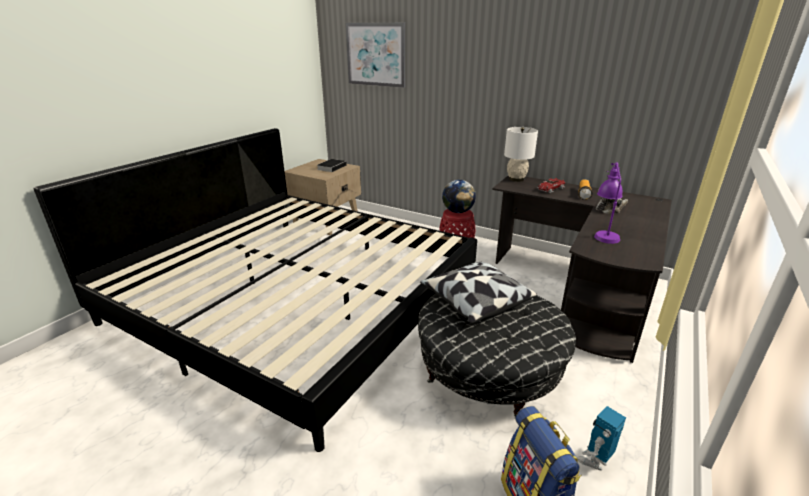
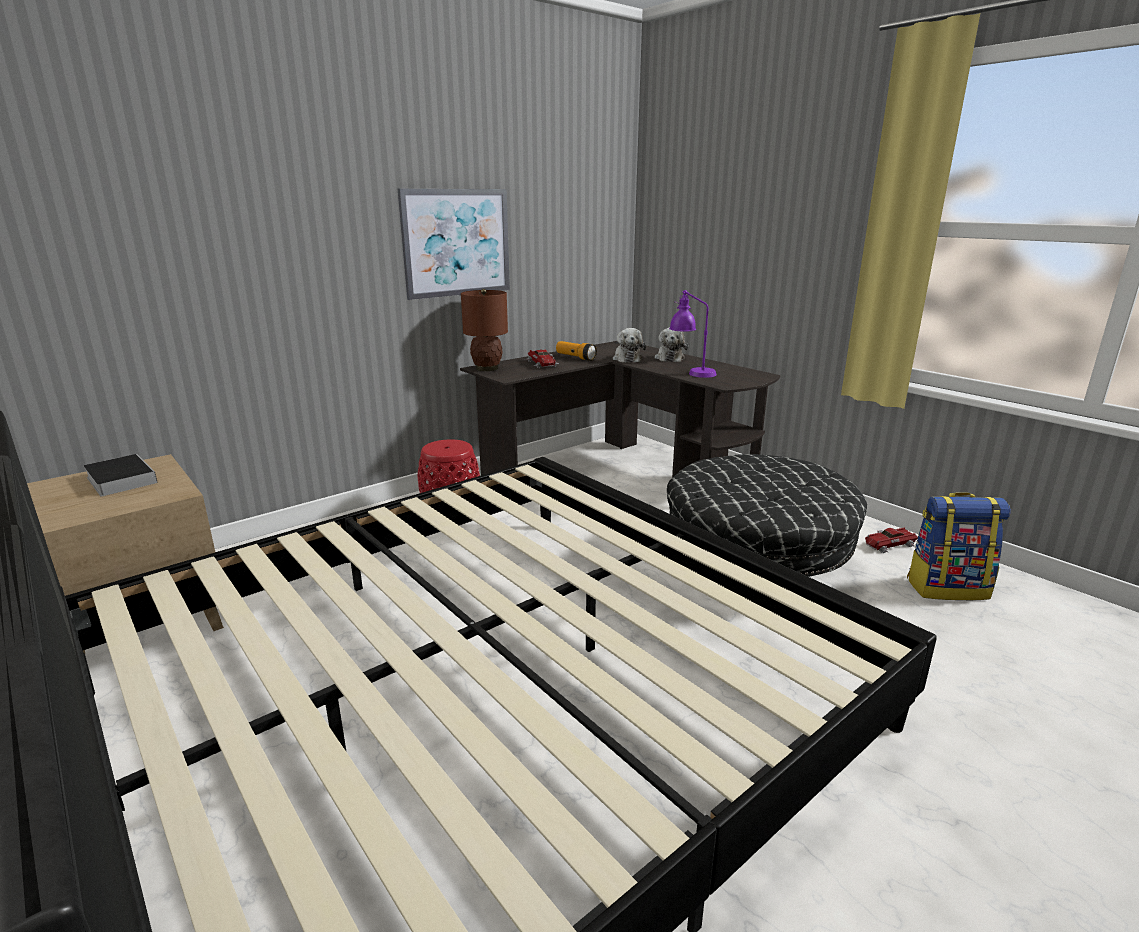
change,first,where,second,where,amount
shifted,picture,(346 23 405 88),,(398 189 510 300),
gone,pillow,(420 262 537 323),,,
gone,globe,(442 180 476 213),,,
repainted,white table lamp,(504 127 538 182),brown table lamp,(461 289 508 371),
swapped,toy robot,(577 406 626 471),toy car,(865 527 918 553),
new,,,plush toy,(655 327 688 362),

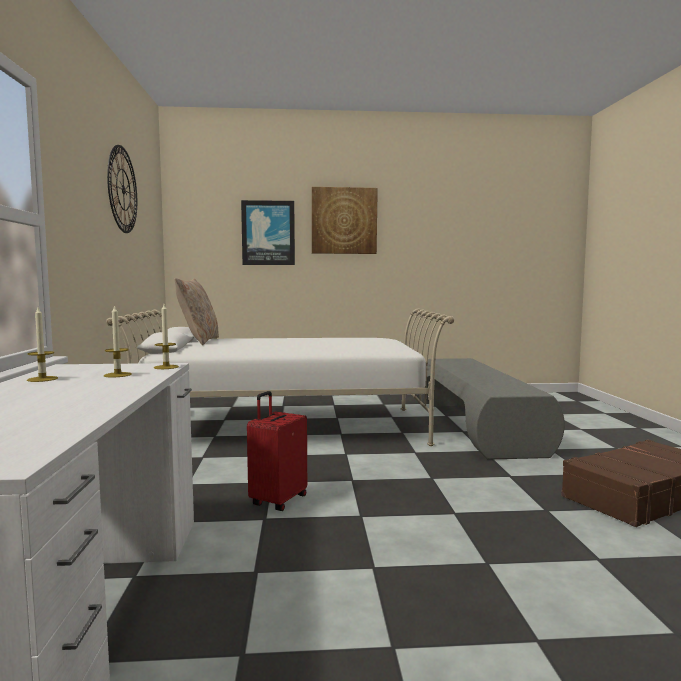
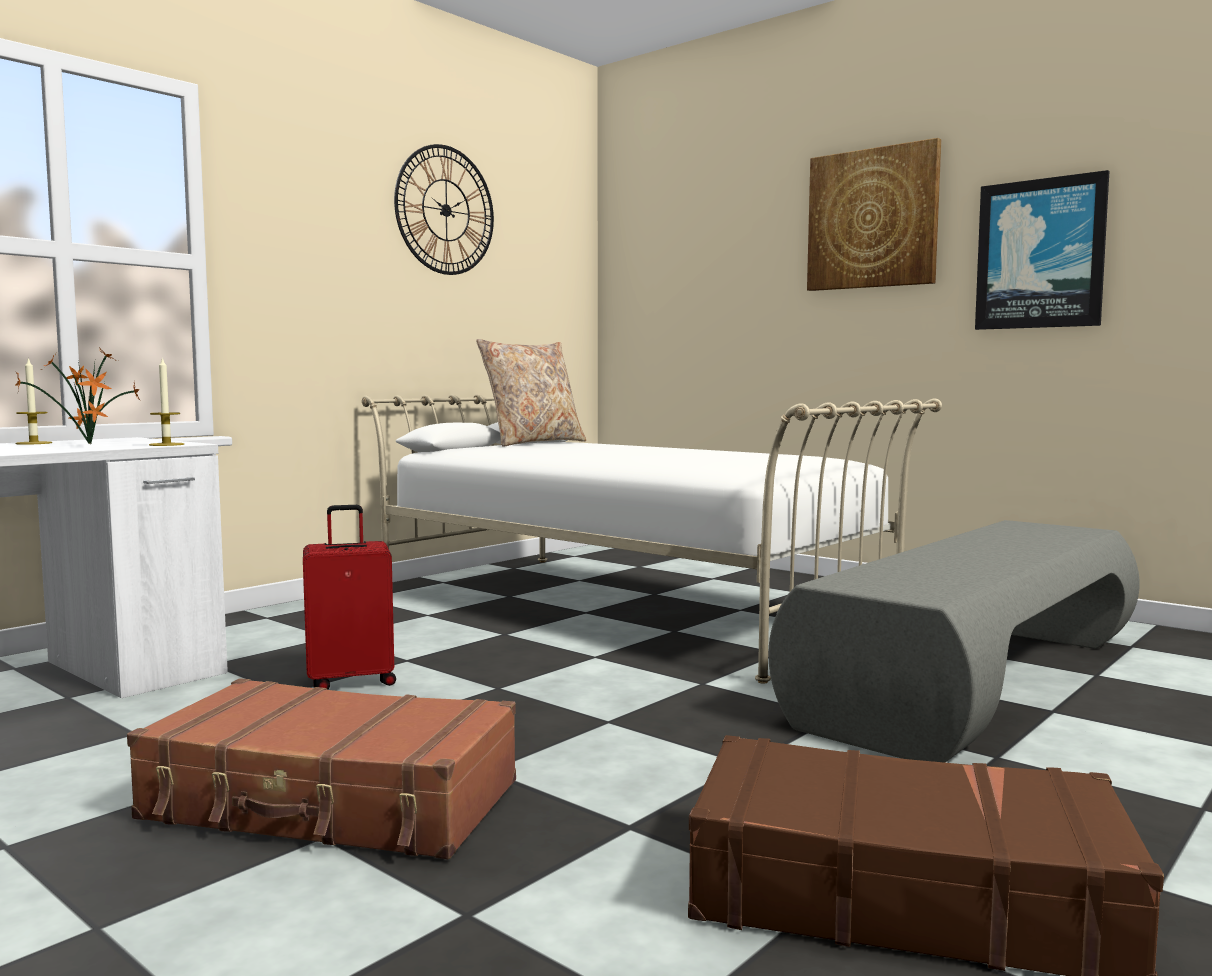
change,first,where,second,where,amount
swapped,candle,(104 305 132 378),potted plant,(15 347 141 444),
shifted,picture,(241 200 295 265),,(975 170 1109 330),
new,,,brown suitcase,(127 678 516 859),

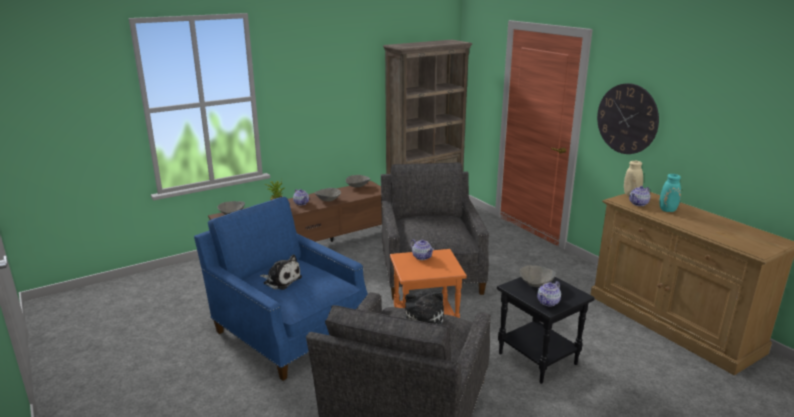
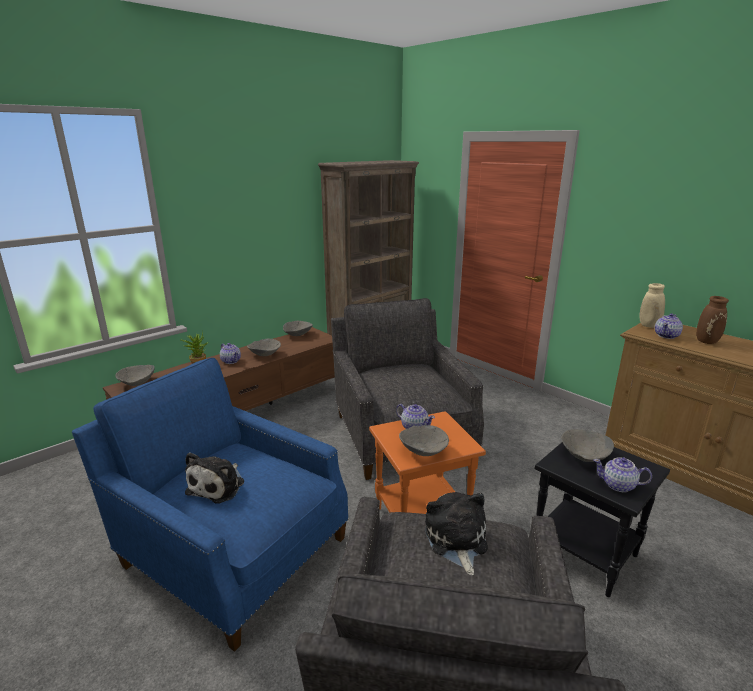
change,first,where,second,where,amount
rotated,plush toy,(260 254 302 290),,(185 453 244 503),90 degrees clockwise
rotated,teapot,(537 281 561 306),,(593 457 652 492),75 degrees clockwise
gone,wall clock,(597 83 659 154),,,
repainted,turquoise vase,(659 174 681 212),brown vase,(696 296 729 344),
new,,,grey bowl,(399 425 449 456),

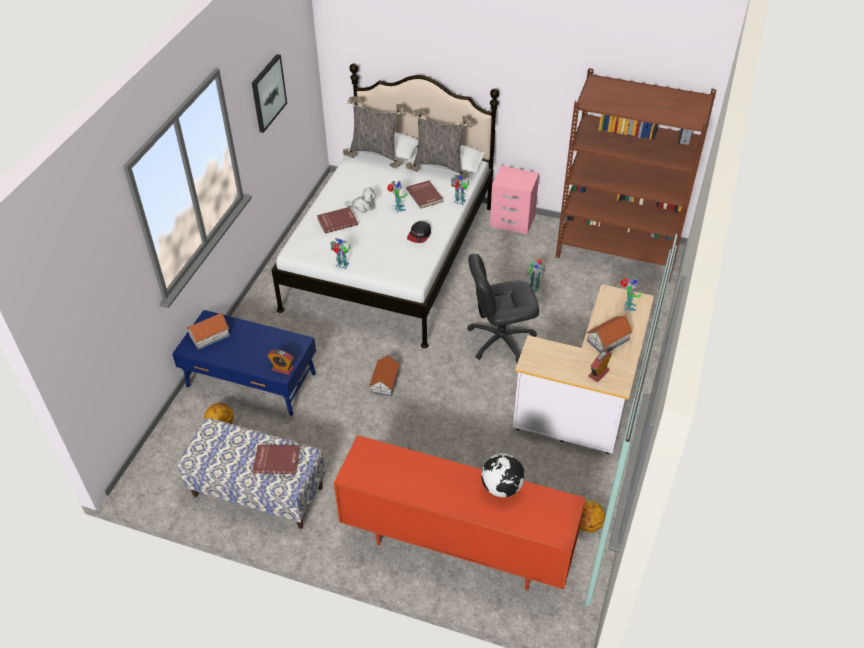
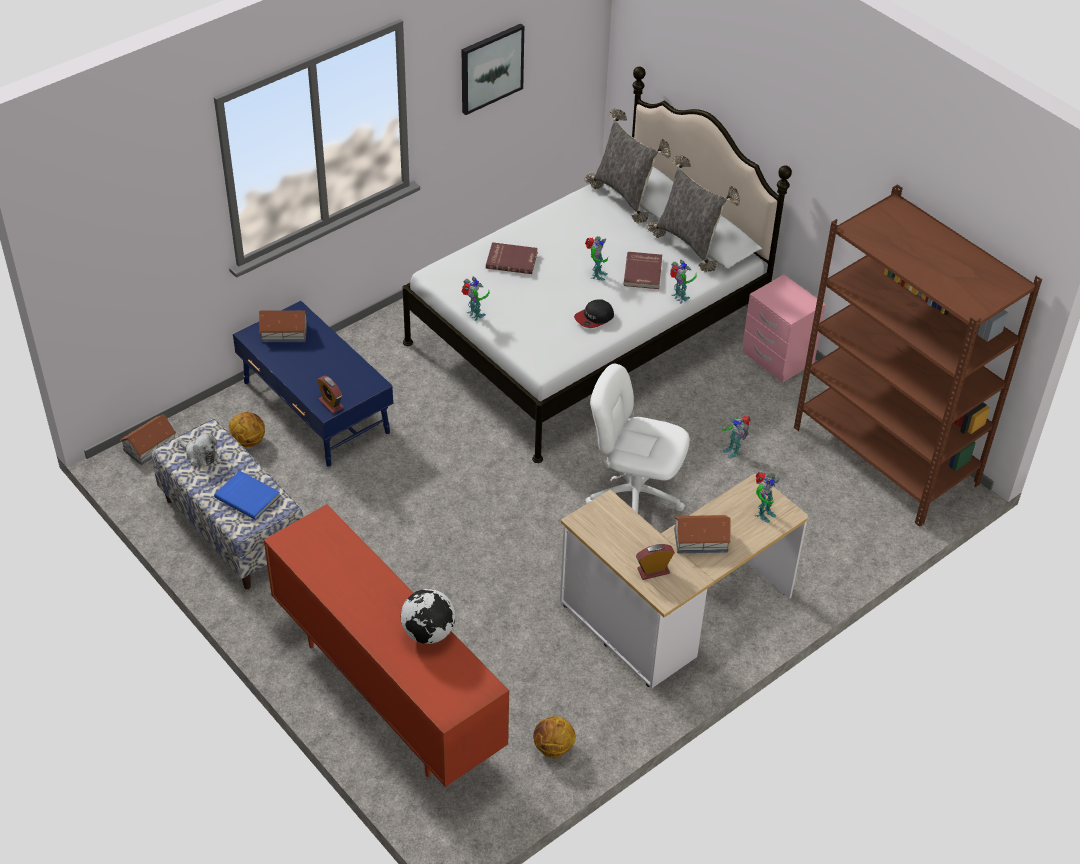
change,first,where,second,where,amount
repainted,red book,(253 445 300 474),blue book,(214 471 280 520),
shifted,plush toy,(345 188 376 213),,(179 433 219 466),
shifted,toy house,(369 355 400 397),,(120 414 176 465),
repainted,black office chair,(467 254 539 363),white office chair,(585 364 690 513),

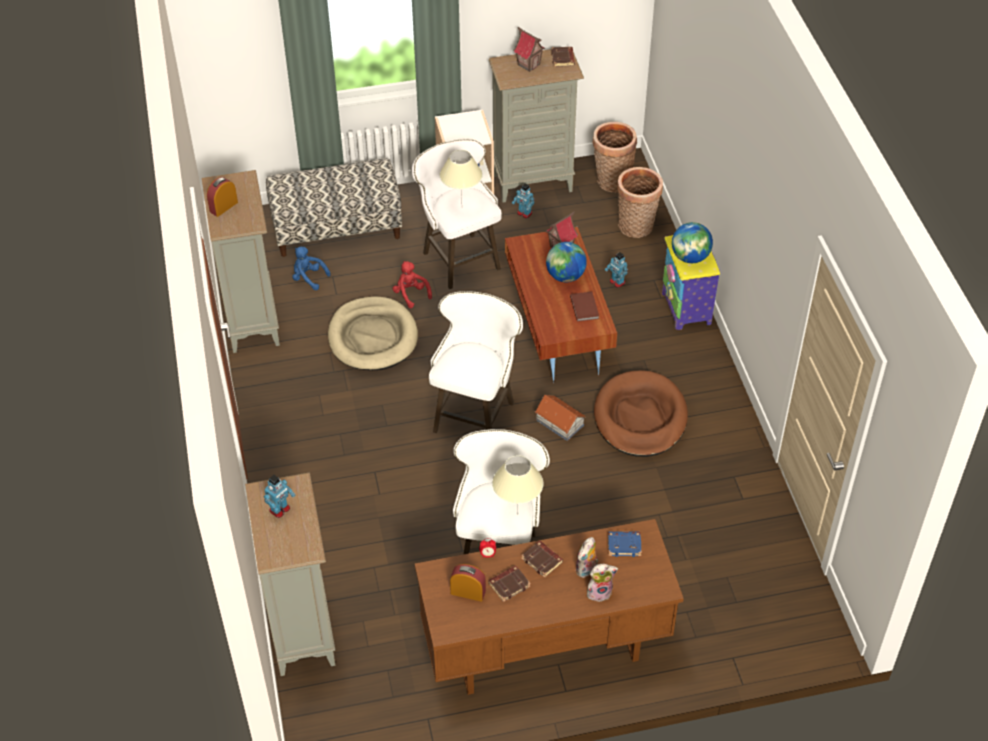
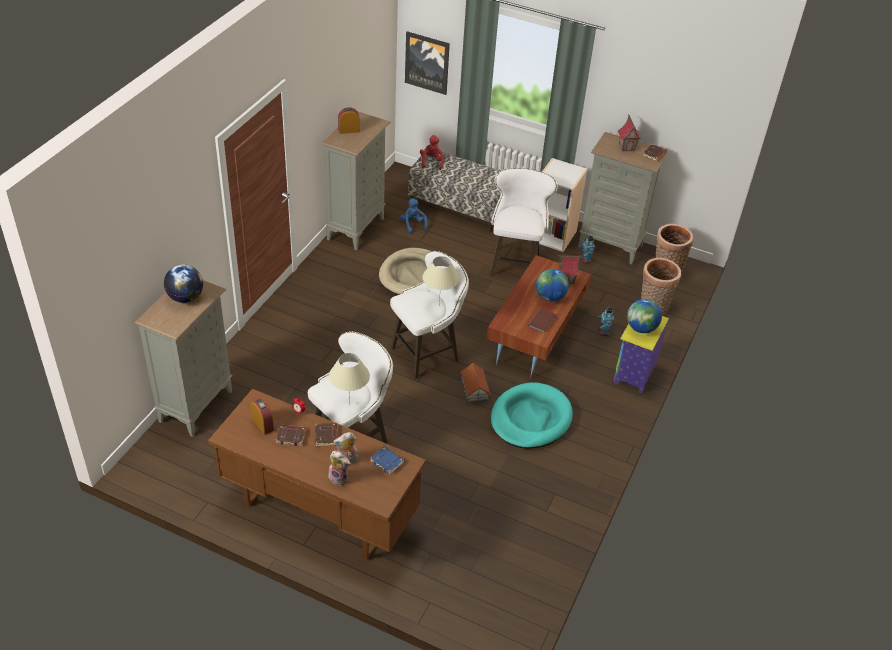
change,first,where,second,where,amount
swapped,toy robot,(264 475 295 518),globe,(164 265 203 303),
shifted,red plush toy,(393 261 432 308),,(420 135 444 170),
shifted,beige table lamp,(440 150 483 200),,(422 256 459 304),
repainted,brown dog bed,(594 370 688 457),turquoise dog bed,(491 382 573 449),
new,,,picture,(405 31 450 95),

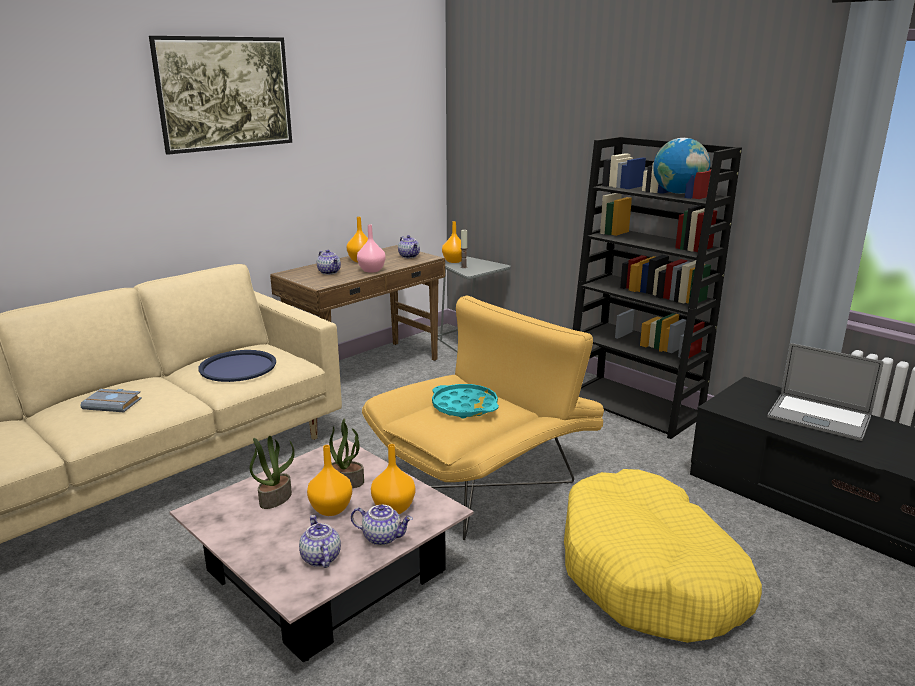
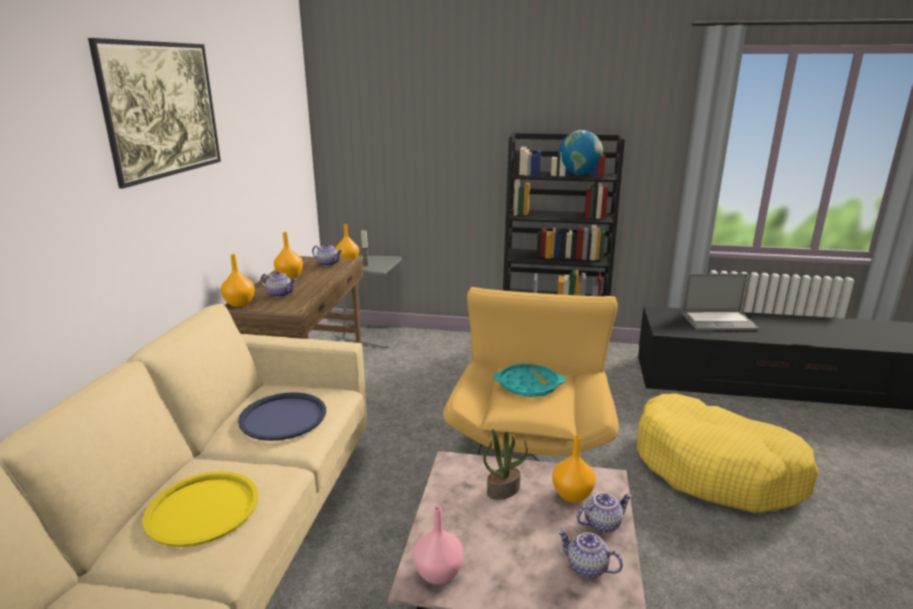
change,first,where,second,where,amount
swapped,grey book,(80 389 142 412),yellow tray,(143 471 258 547),
gone,potted plant,(250 436 295 509),,,
shifted,orange vase,(307 445 352 516),,(221 254 255 307),
shifted,pink vase,(357 225 385 273),,(413 506 464 585),

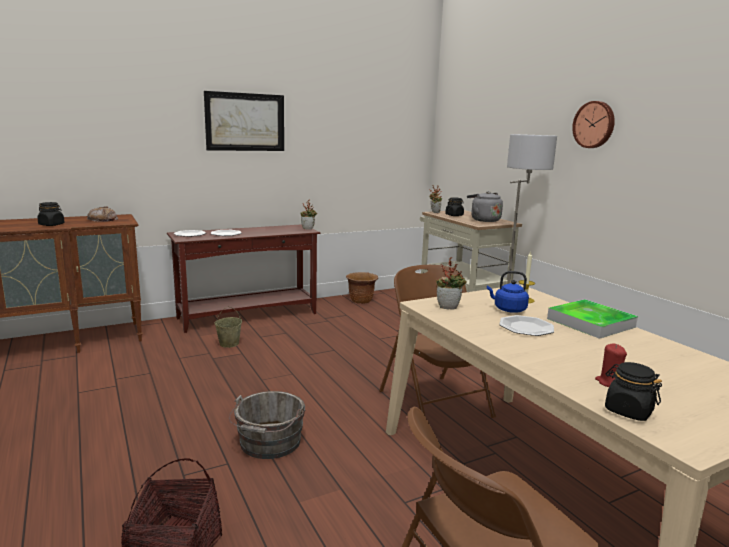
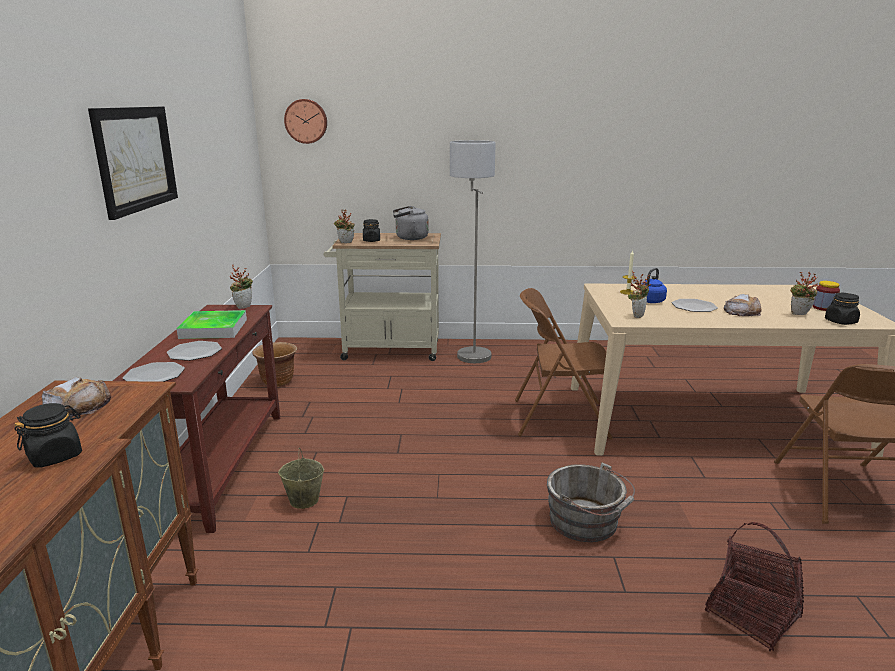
change,first,where,second,where,amount
shifted,tray,(547 299 638 339),,(177 310 247 339),
shifted,wall clock,(572 101 615 148),,(284 99 327 144),
swapped,red candle,(595 344 627 387),potted plant,(790 272 818 315),
new,,,bread,(724 294 762 316),
new,,,jar,(813 281 840 311),

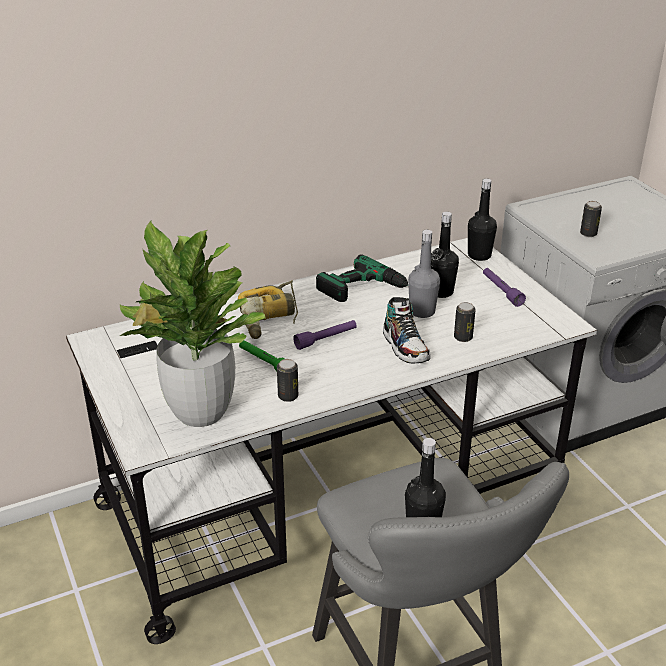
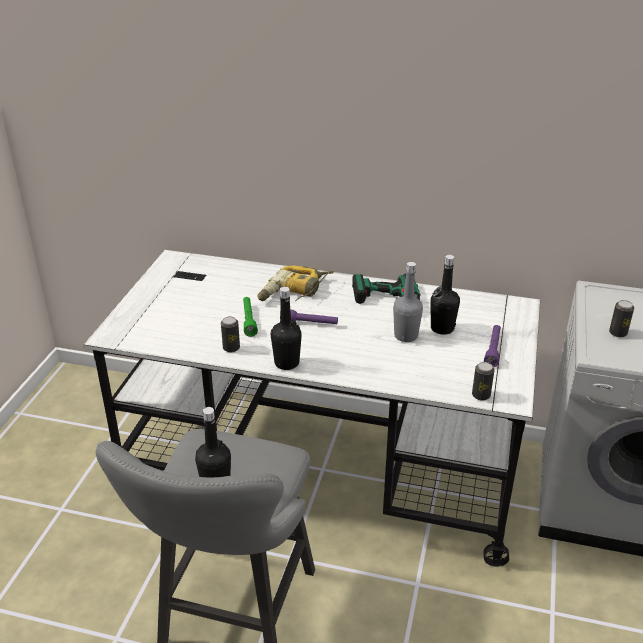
change,first,where,second,where,amount
gone,potted plant,(120 221 266 427),,,
gone,shoe,(383 297 431 364),,,
shifted,can,(454 302 476 342),,(472 362 495 400),
shifted,black bottle,(468 179 497 261),,(271 287 302 370),

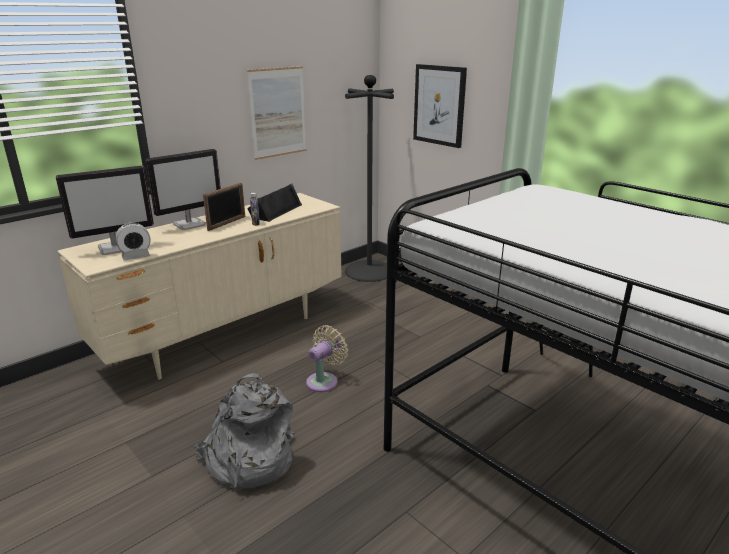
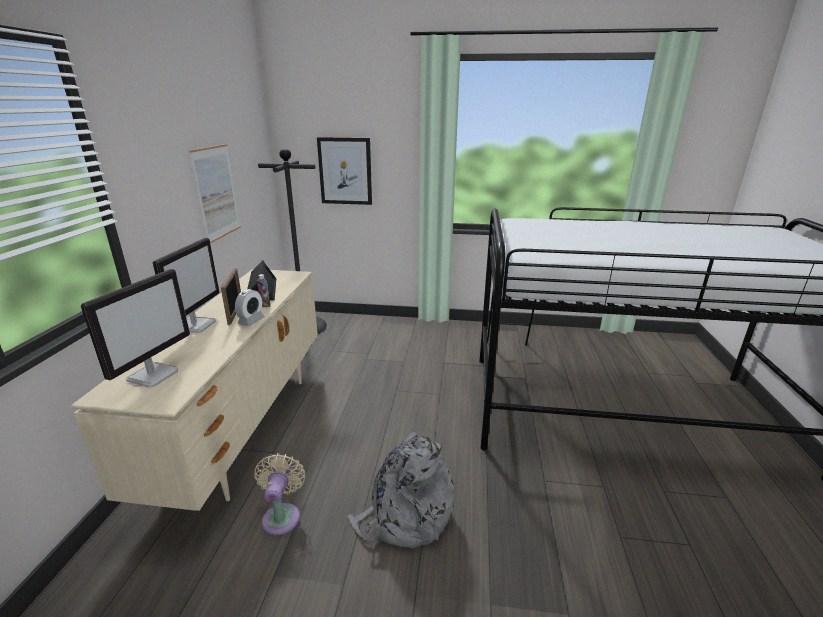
change,first,where,second,where,amount
shifted,alarm clock,(115 223 151 261),,(235 289 265 326),
shifted,beige fan,(306 325 348 392),,(254 453 305 536),

